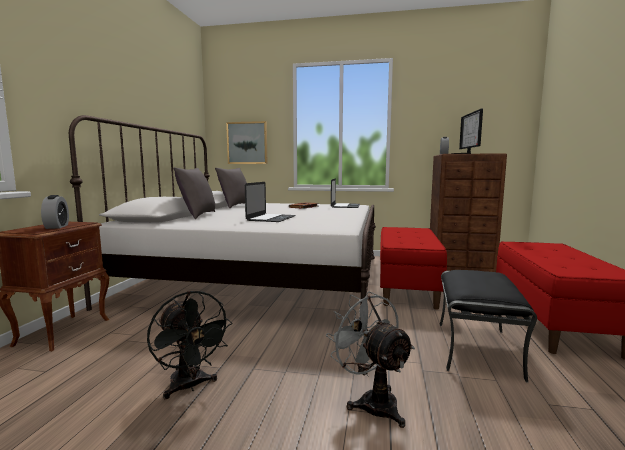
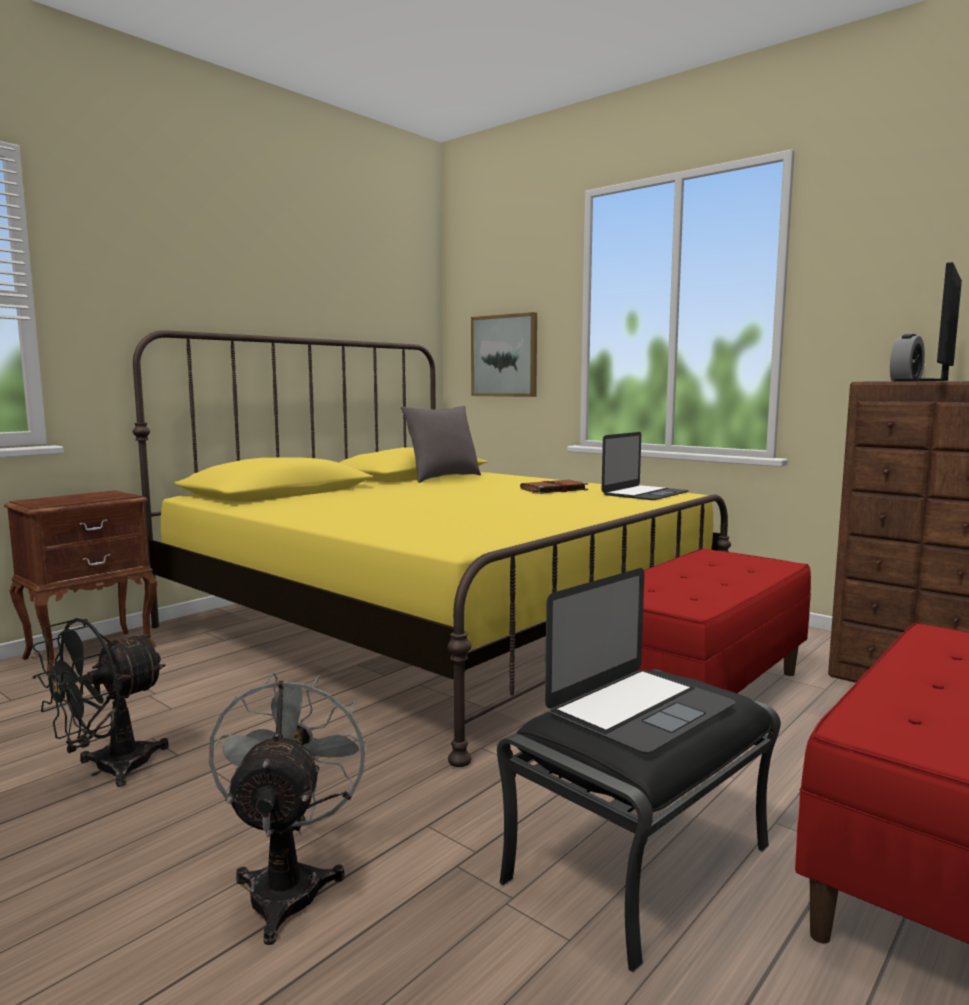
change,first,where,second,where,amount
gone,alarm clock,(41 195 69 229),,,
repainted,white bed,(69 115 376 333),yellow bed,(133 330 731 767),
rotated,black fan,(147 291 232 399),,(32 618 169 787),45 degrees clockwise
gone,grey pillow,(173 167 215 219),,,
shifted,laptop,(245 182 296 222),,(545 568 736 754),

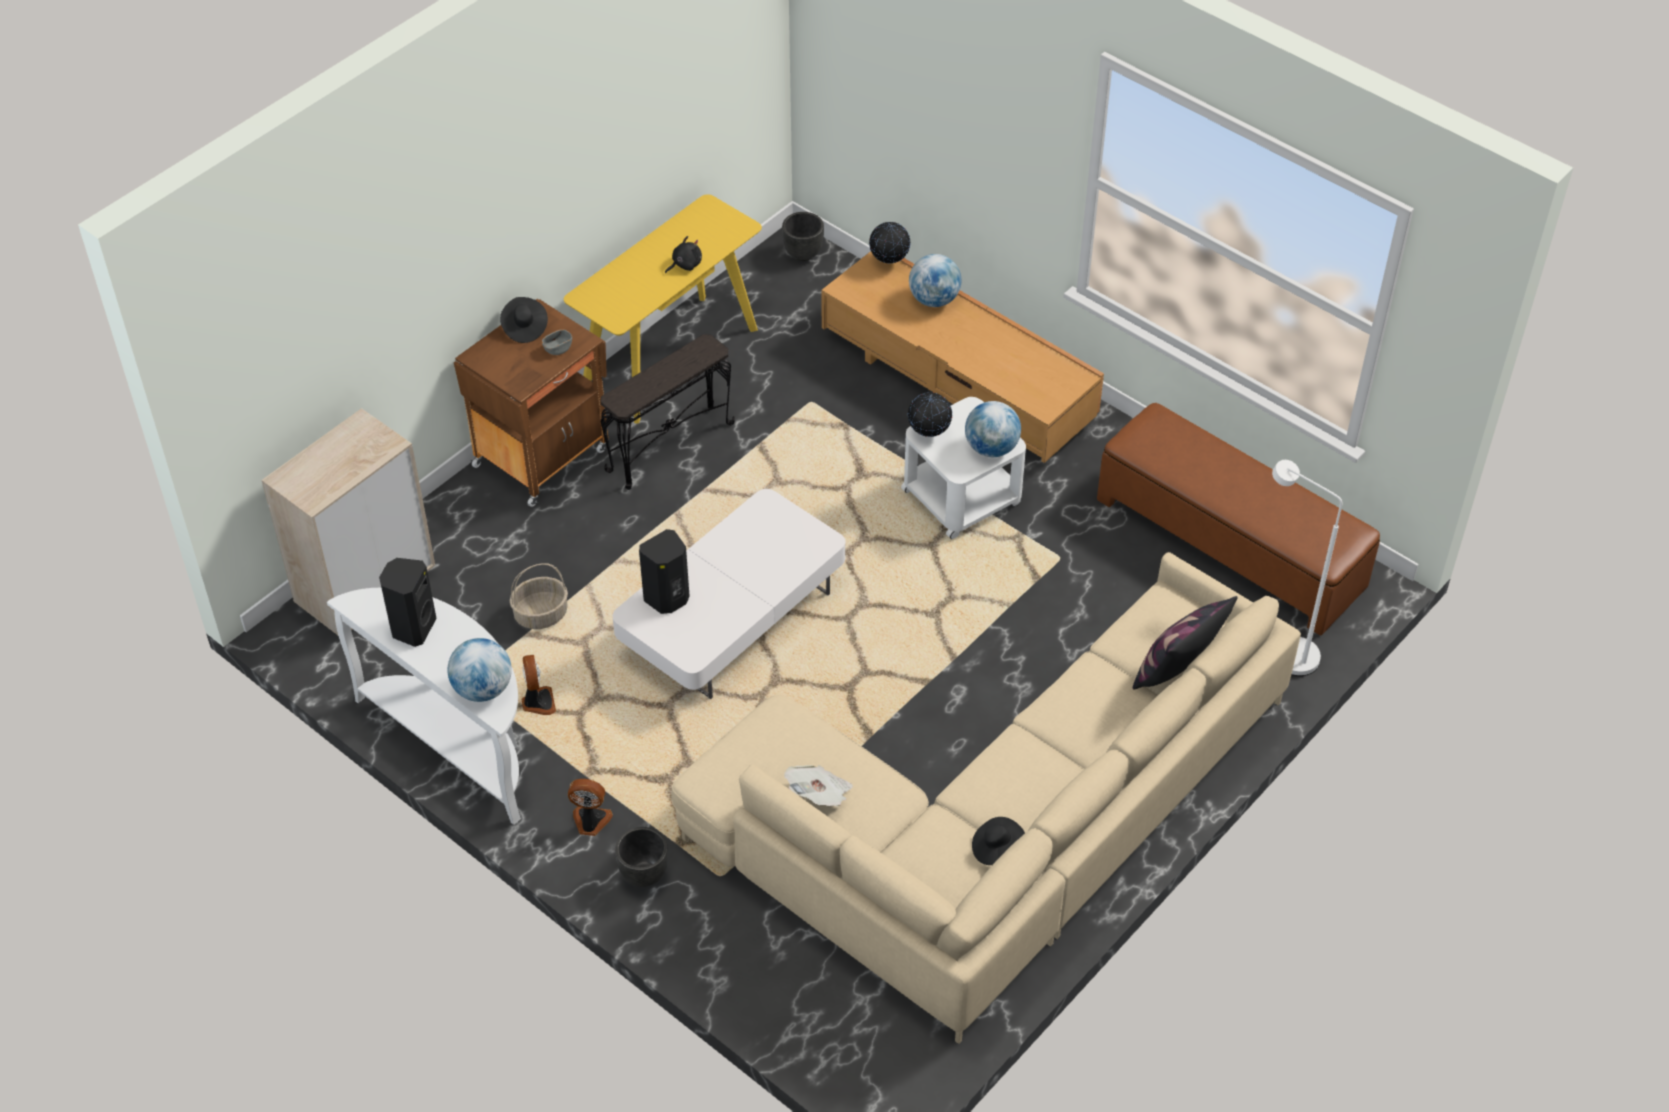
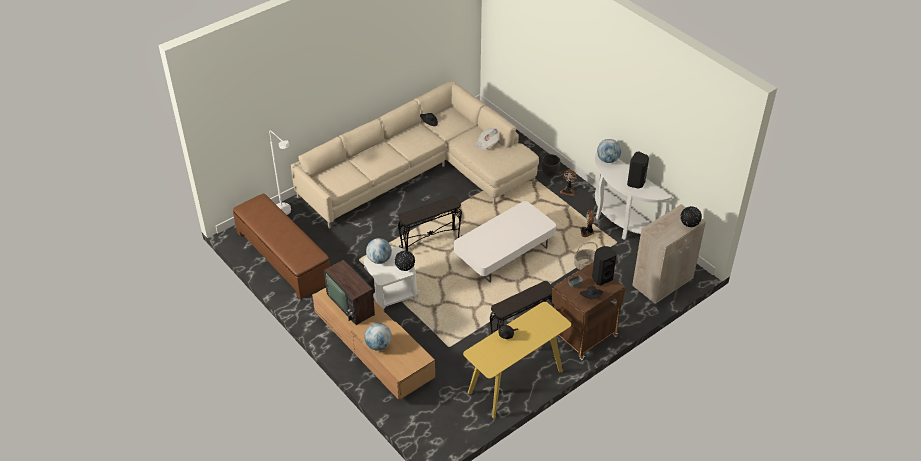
change,first,where,second,where,amount
shifted,black speaker,(639 529 690 614),,(592 246 617 286),
gone,black planter,(782 212 824 261),,,
shifted,globe,(869 222 910 263),,(680 206 702 227),
gone,pillow,(1133 596 1238 690),,,
new,,,television,(324 260 375 325),
new,,,black side table,(398 196 462 251),

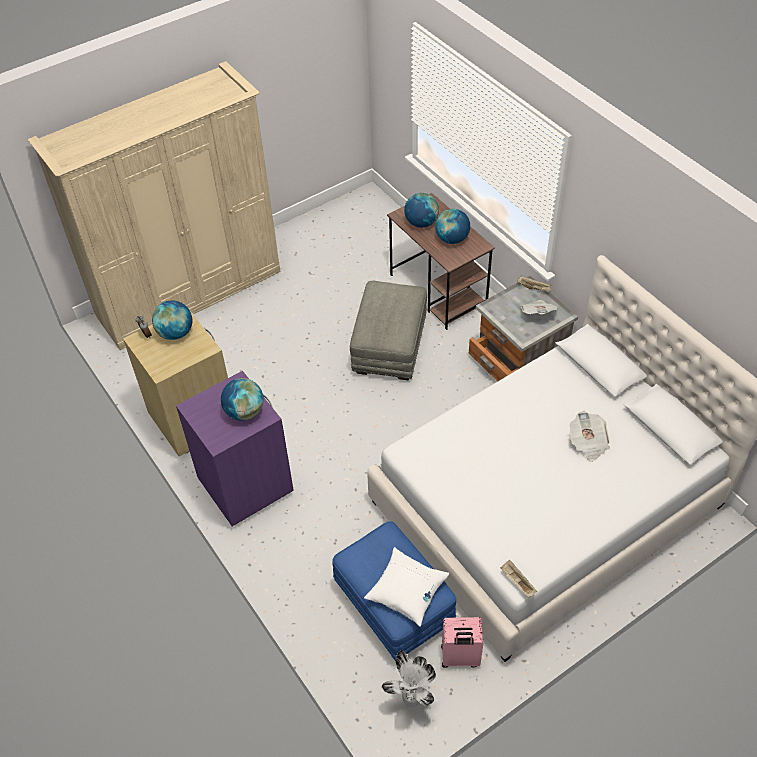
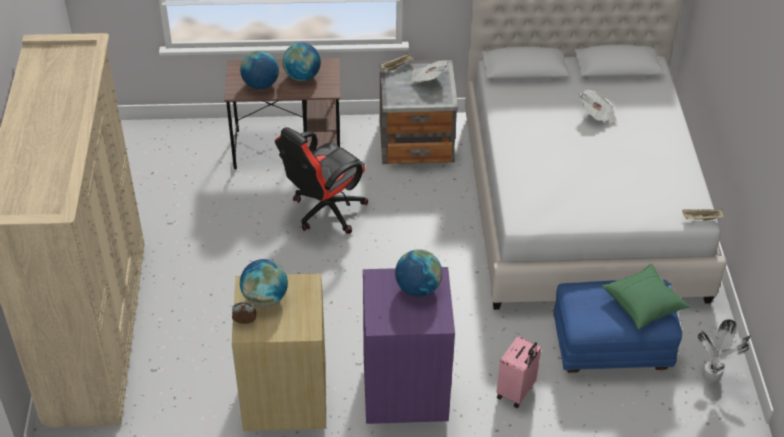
change,first,where,second,where,amount
swapped,grey ottoman,(350 281 427 380),black office chair,(275 127 368 234),
repainted,white pillow,(364 547 450 627),green pillow,(601 264 689 330),
shifted,pink suitcase,(441 617 483 668),,(496 336 542 408),

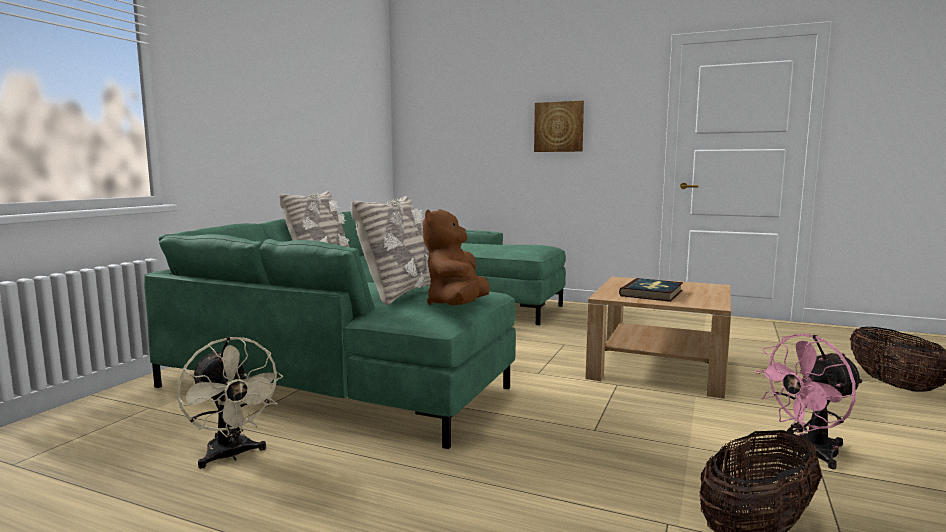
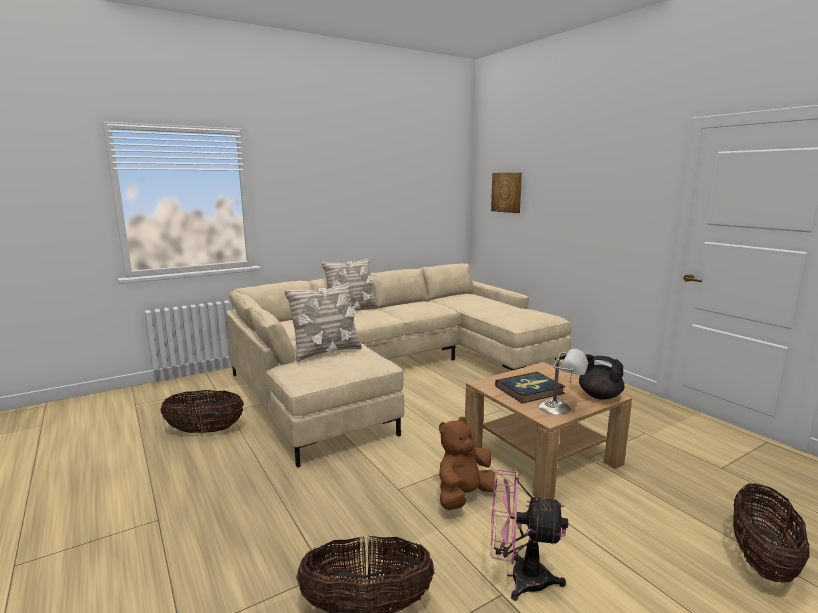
change,first,where,second,where,amount
repainted,green sofa,(144 211 566 449),beige sofa,(227 264 572 468),
swapped,beige fan,(177 337 283 469),basket,(160 390 244 433),
shifted,brown plush toy,(423 209 490 306),,(439 417 497 510),
shifted,picture,(534 100 584 152),,(491 172 522 213),
new,,,white table lamp,(538 349 588 415),
new,,,black teapot,(579 355 624 400),

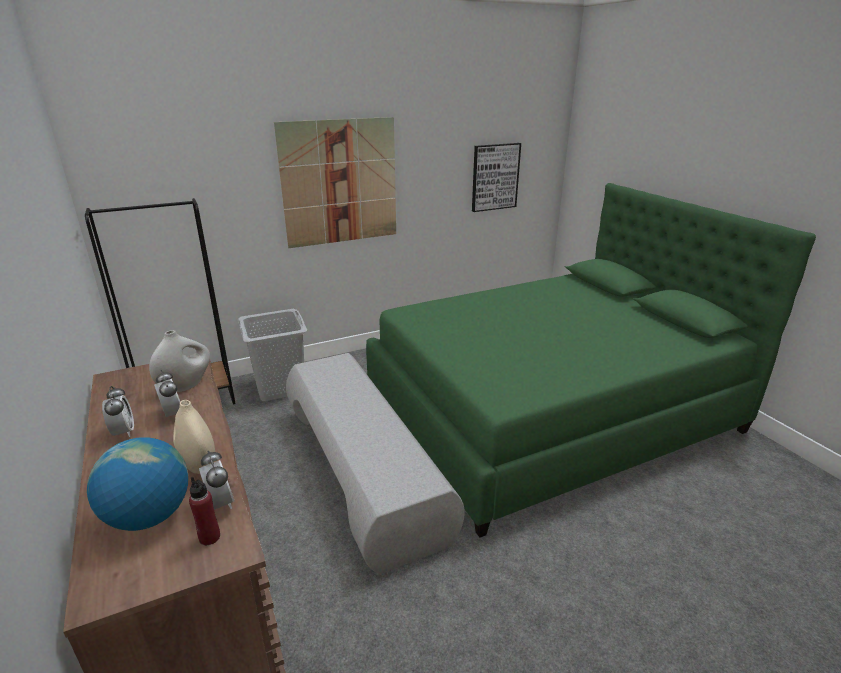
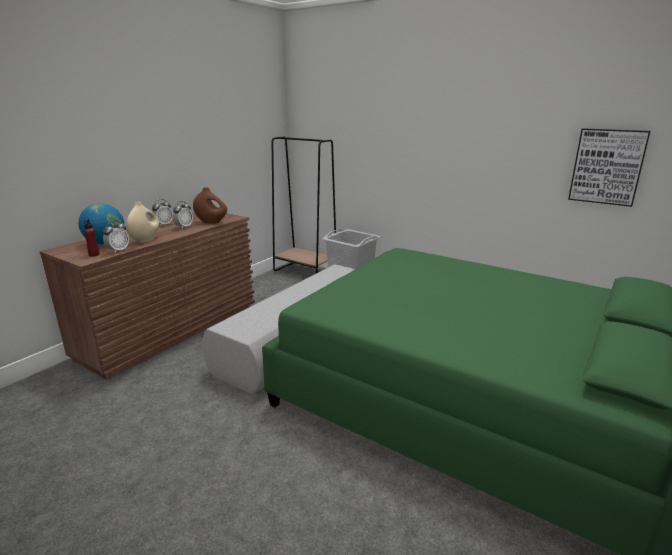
change,first,where,second,where,amount
repainted,white vase,(149 330 210 392),brown vase,(193 188 227 224),
gone,picture,(274 117 396 248),,,

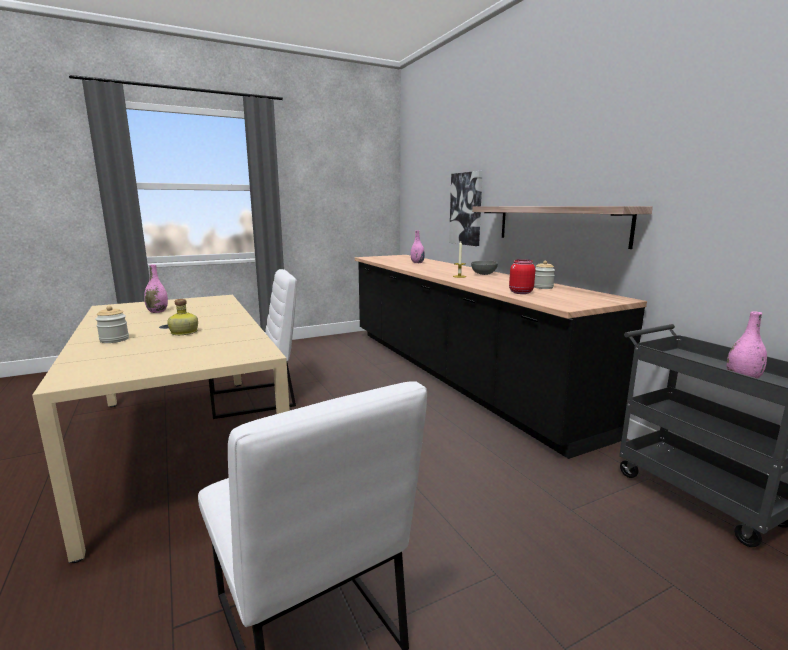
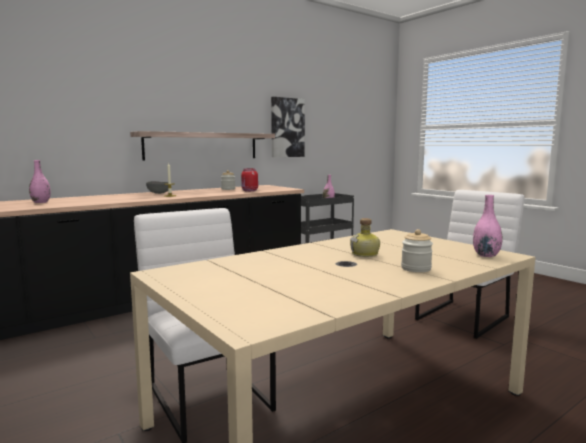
change,first,where,second,where,amount
shifted,pink vase,(144 264 168 313),,(473 195 503 257),
shifted,picture,(449 171 483 246),,(271 97 305 157),

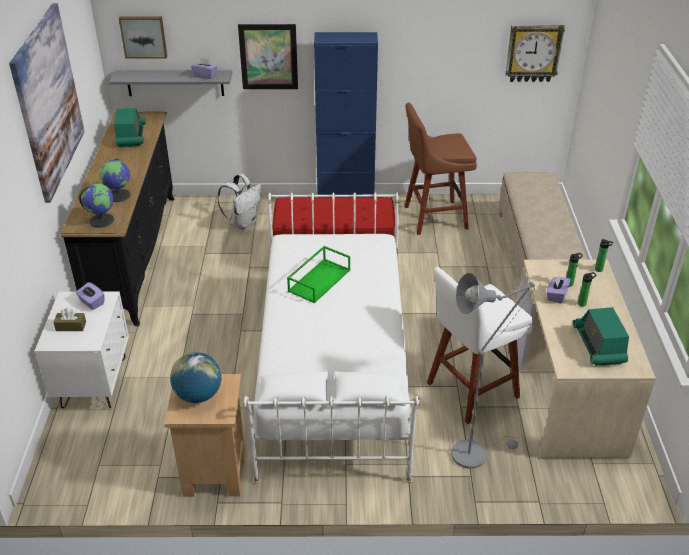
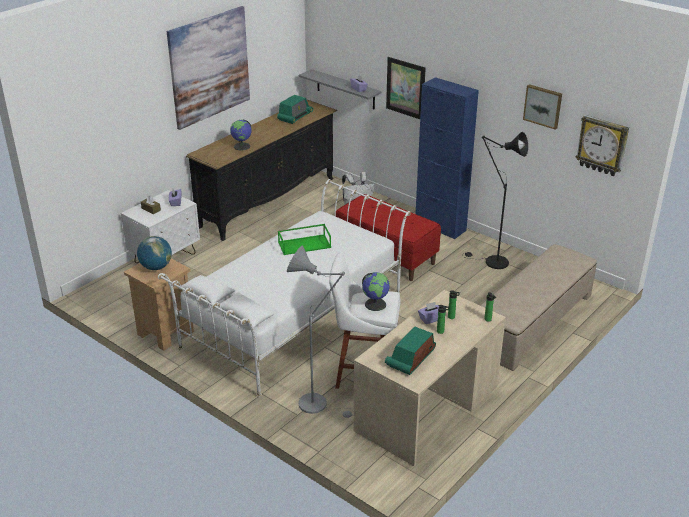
change,first,where,second,where,amount
shifted,globe,(79 183 114 228),,(362 272 390 311),
shifted,picture,(119 16 167 59),,(523 84 562 129),
swapped,brown stool,(404 102 477 235),black floor lamp,(463 132 528 269),

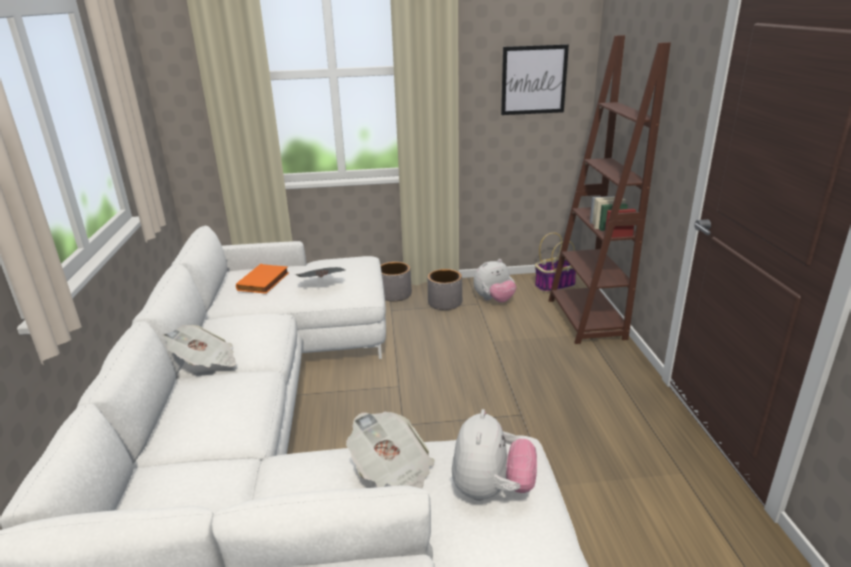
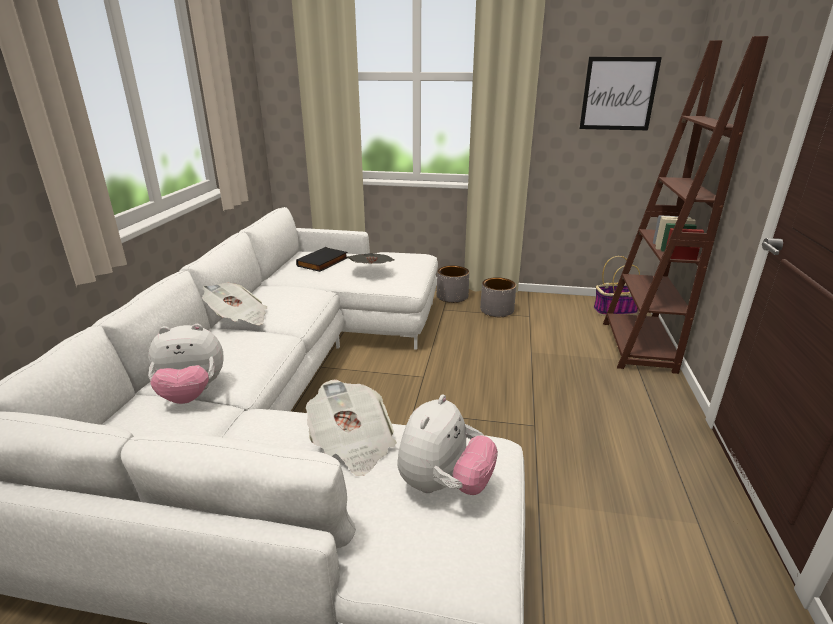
change,first,where,second,where,amount
repainted,orange book,(236 264 289 294),black book,(296 247 348 272),
shifted,plush toy,(473 259 516 303),,(148 324 224 404),

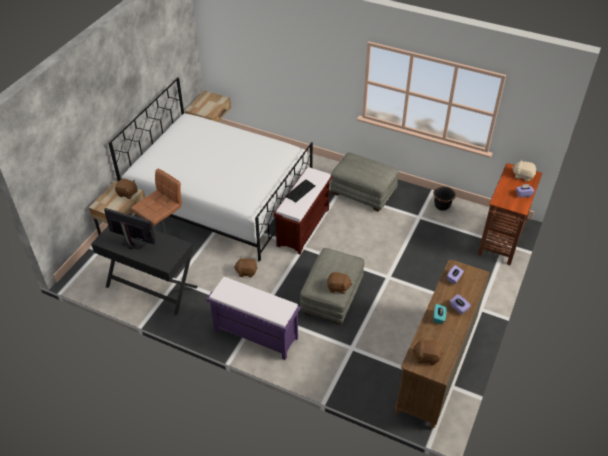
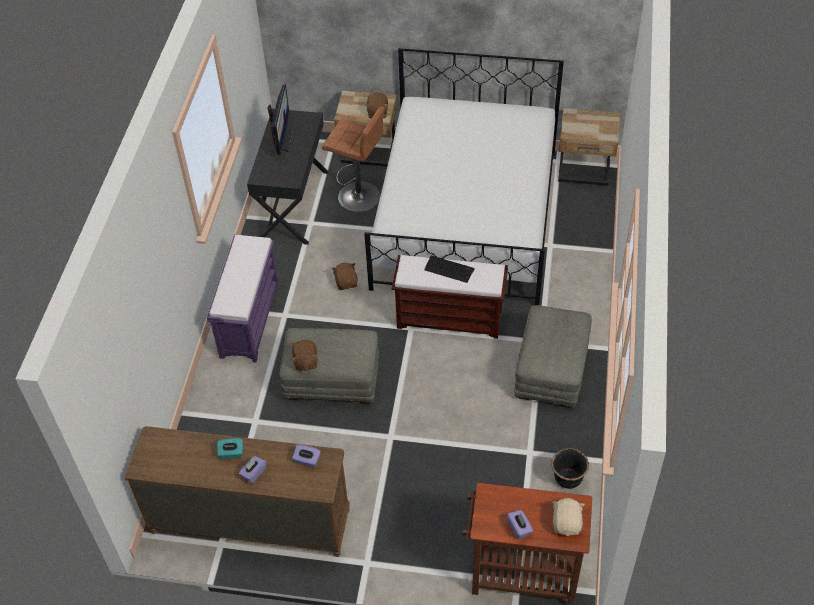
change,first,where,second,where,amount
gone,brown plush toy,(412 337 442 365),,,

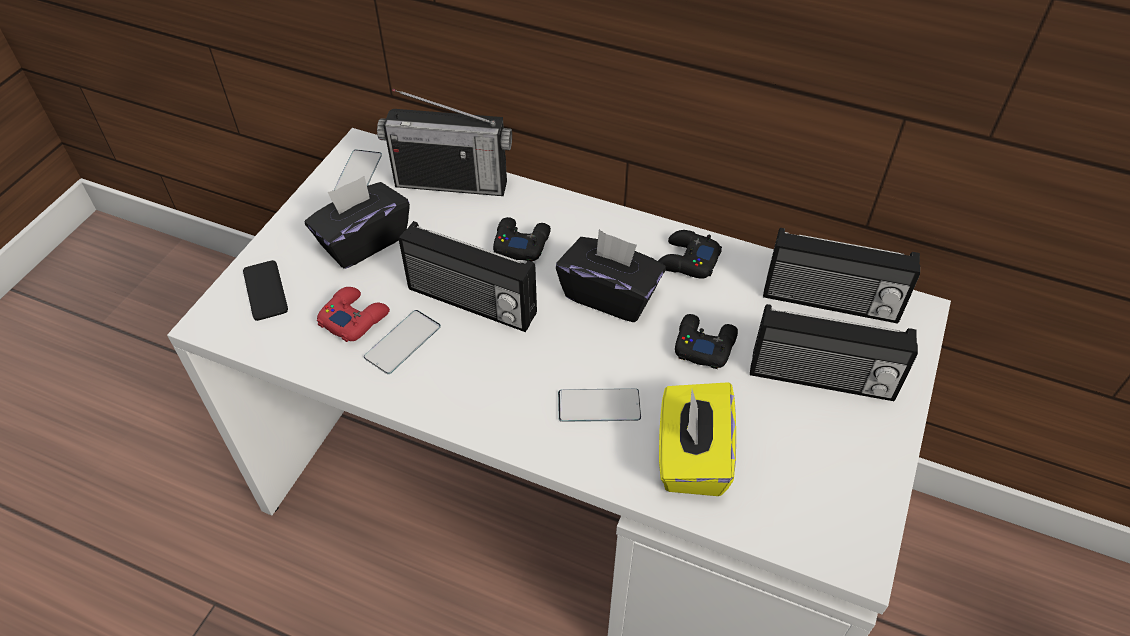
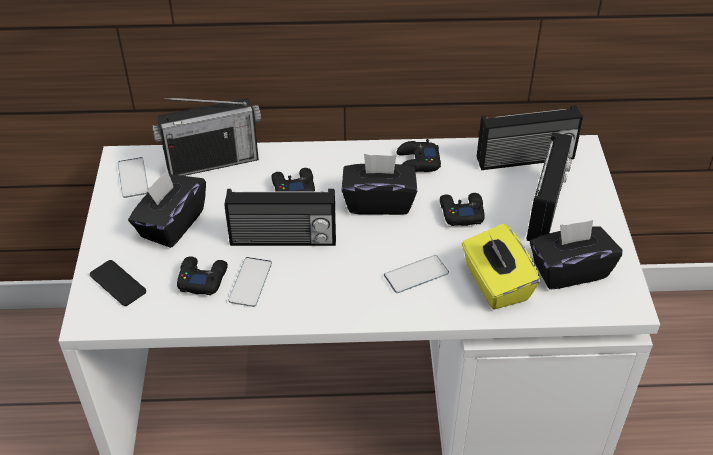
change,first,where,second,where,amount
repainted,red game controller,(317 287 390 342),black game controller,(177 256 228 295),
rotated,radio,(750 304 918 401),,(526 132 572 241),60 degrees counterclockwise
new,,,black tissue box,(530 220 623 290),

